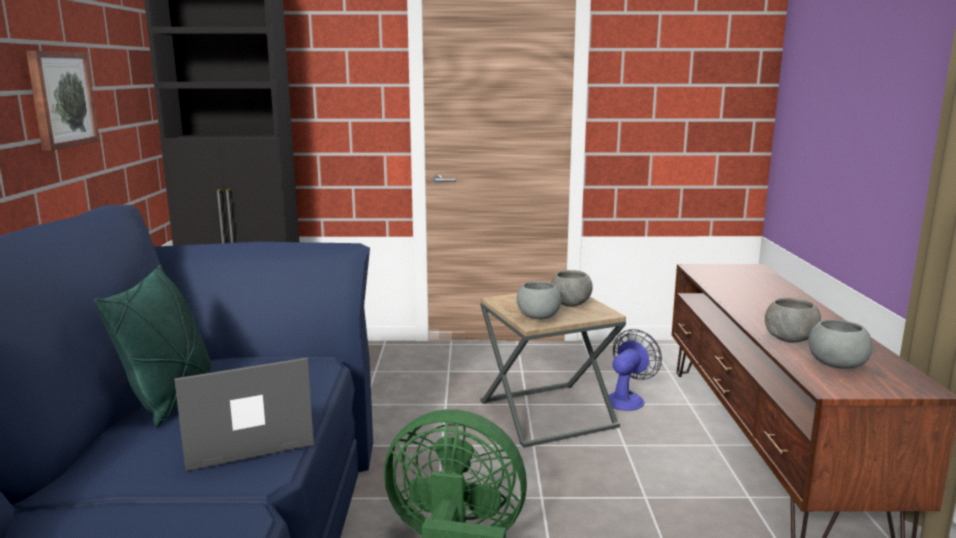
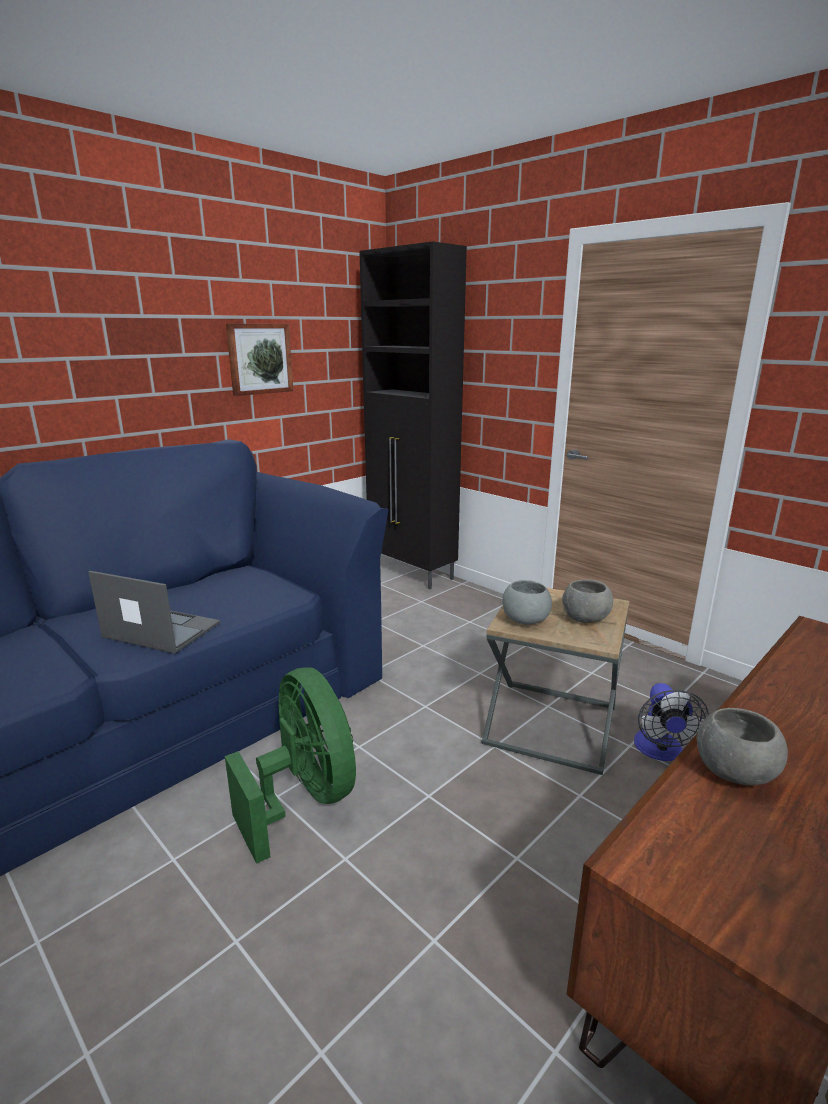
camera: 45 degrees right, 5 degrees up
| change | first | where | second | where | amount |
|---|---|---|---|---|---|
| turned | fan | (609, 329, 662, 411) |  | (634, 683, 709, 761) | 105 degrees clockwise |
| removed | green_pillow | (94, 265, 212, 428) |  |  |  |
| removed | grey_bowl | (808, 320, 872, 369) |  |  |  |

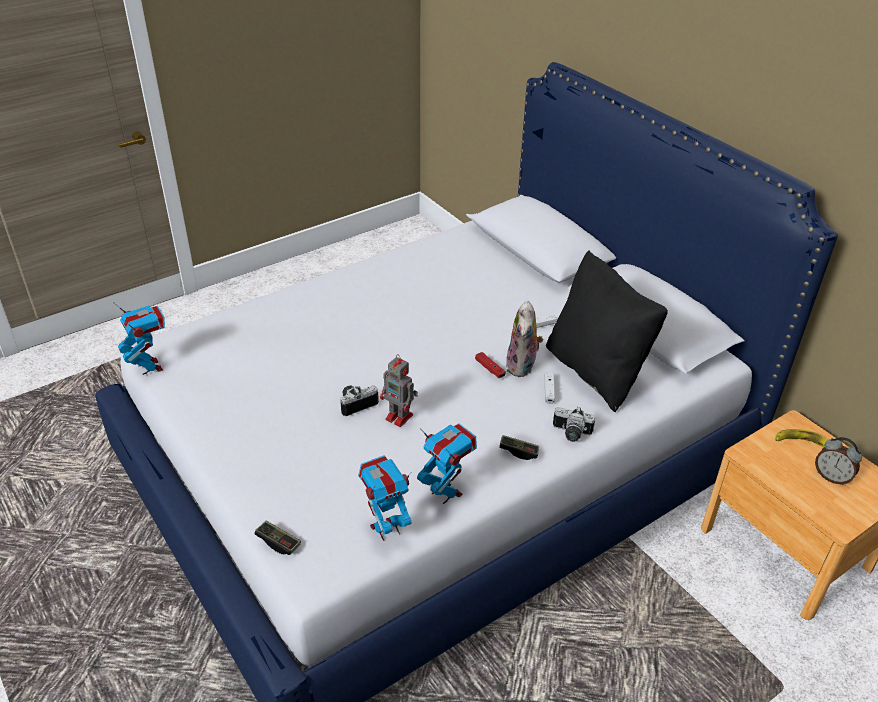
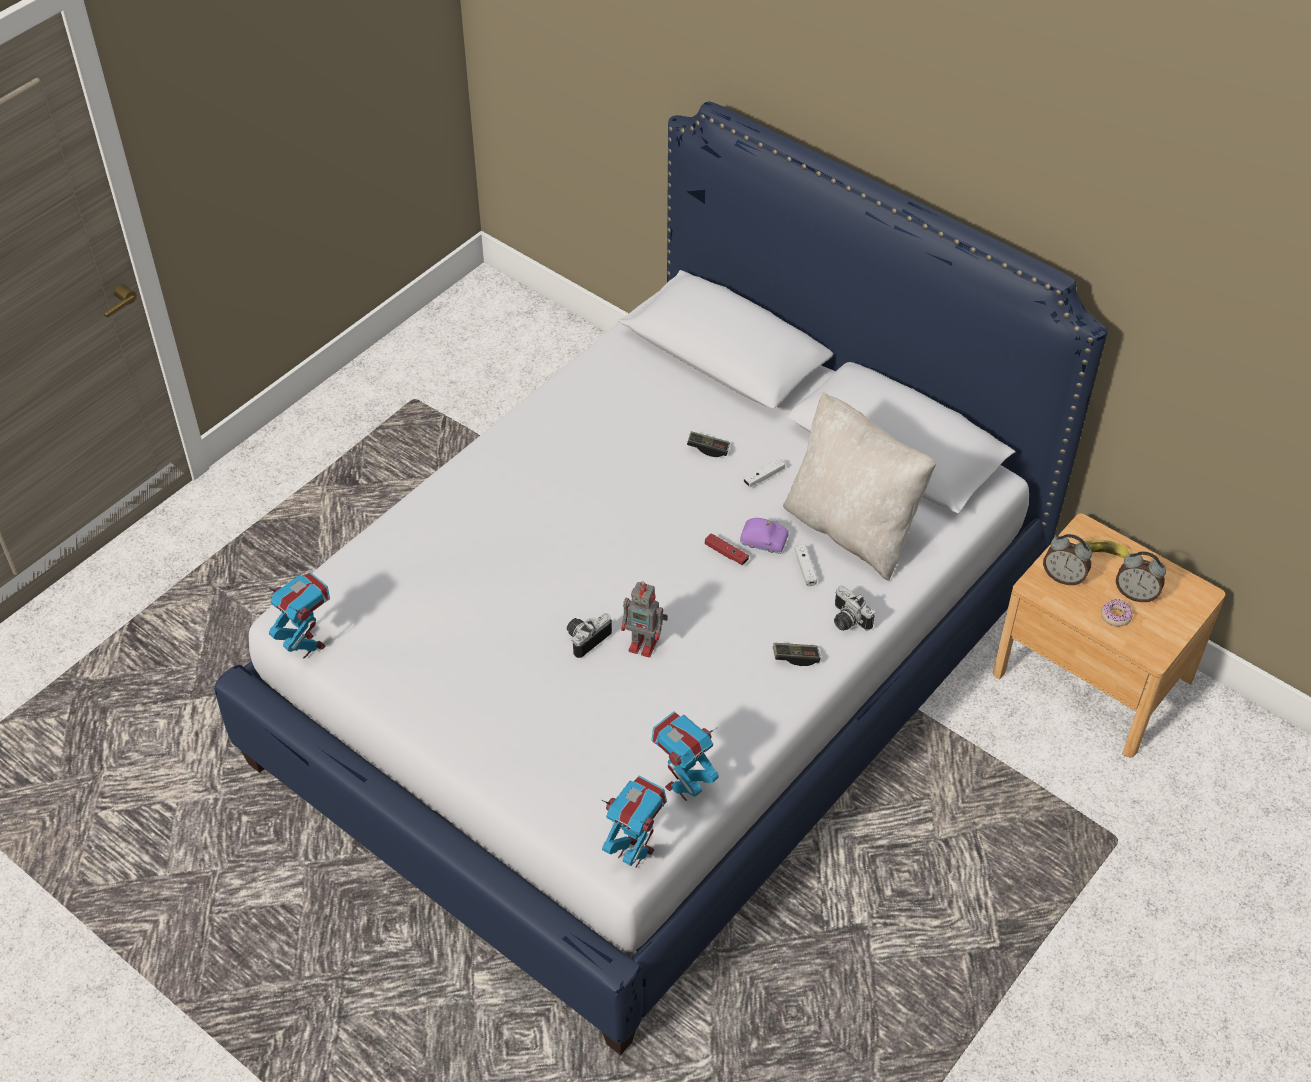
camera: 15 degrees left, 10 degrees up
| change | first | where | second | where | amount |
|---|---|---|---|---|---|
| moved | toy_robot | (417, 423, 477, 504) |  | (601, 775, 667, 868) |  |
| moved | game_controller | (255, 521, 301, 555) |  | (687, 431, 730, 457) |  |
| replaced | plush_toy | (506, 301, 543, 377) | purple_toy_car | (740, 518, 789, 554) |  |
| recoloured | black_pillow | (546, 250, 668, 413) | beige_pillow | (783, 391, 937, 581) |  |
| turned | photo_camera | (553, 407, 595, 442) |  | (834, 586, 875, 631) | 45 degrees clockwise |
| added |  |  | alarm_clock | (1043, 534, 1092, 585) |  |
| added |  |  | donut | (1101, 599, 1133, 627) |  |

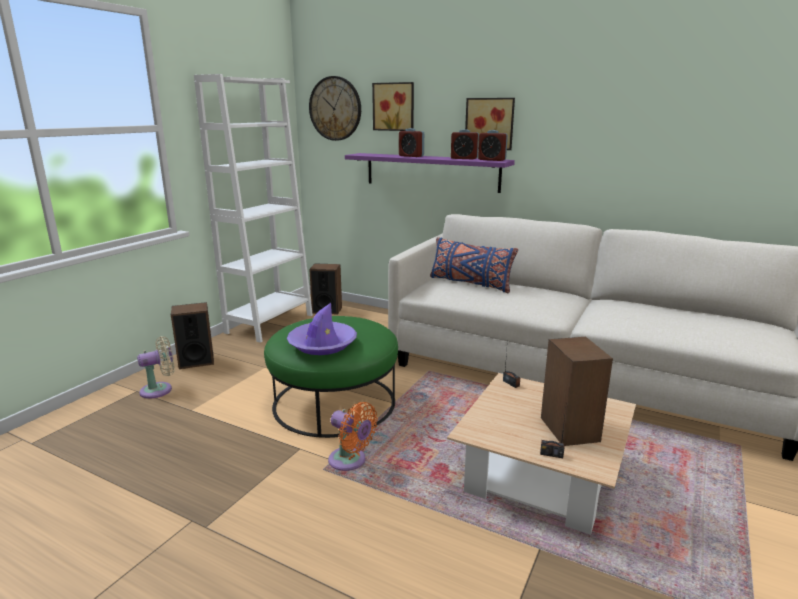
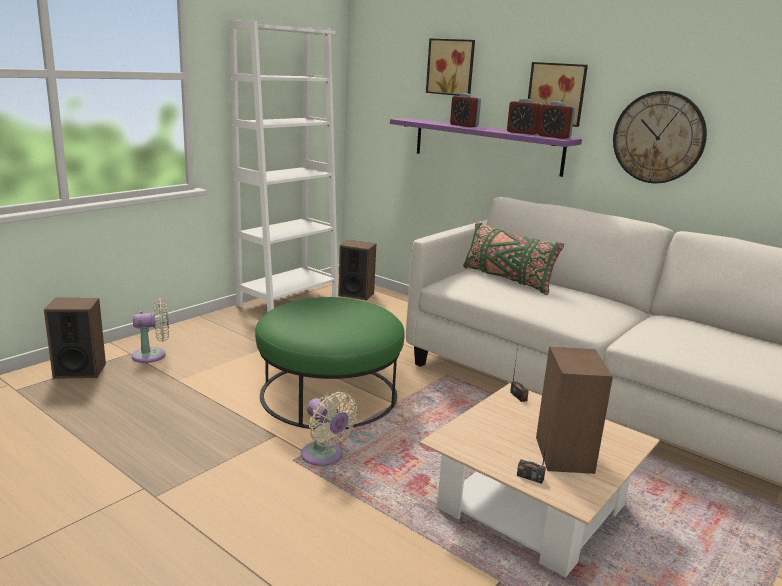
camera: 10 degrees right, 0 degrees up
| change | first | where | second | where | amount |
|---|---|---|---|---|---|
| moved | speaker | (171, 302, 214, 369) |  | (44, 298, 106, 379) |  |
| recoloured | orange_fan | (328, 402, 378, 471) | beige_fan | (301, 392, 358, 466) |  |
| recoloured | blue_pillow | (430, 237, 518, 293) | green_pillow | (463, 222, 564, 295) |  |
| moved | wall_clock | (309, 76, 361, 141) |  | (613, 91, 707, 183) |  |
| removed | purple_hat | (287, 303, 357, 355) |  |  |  |

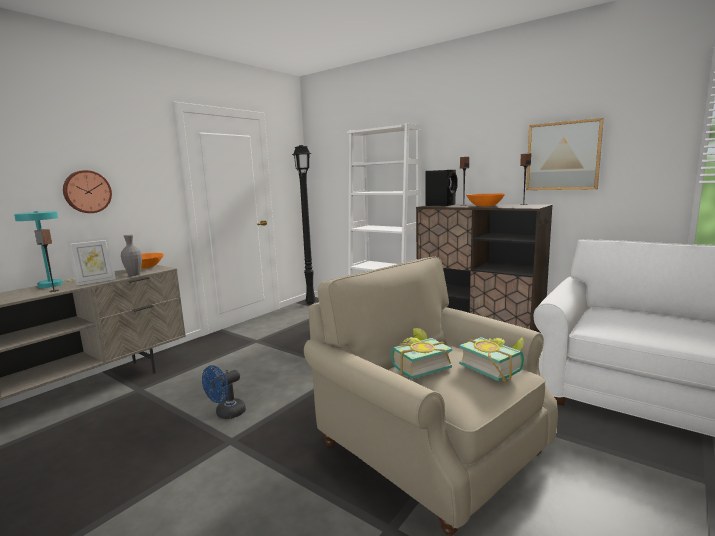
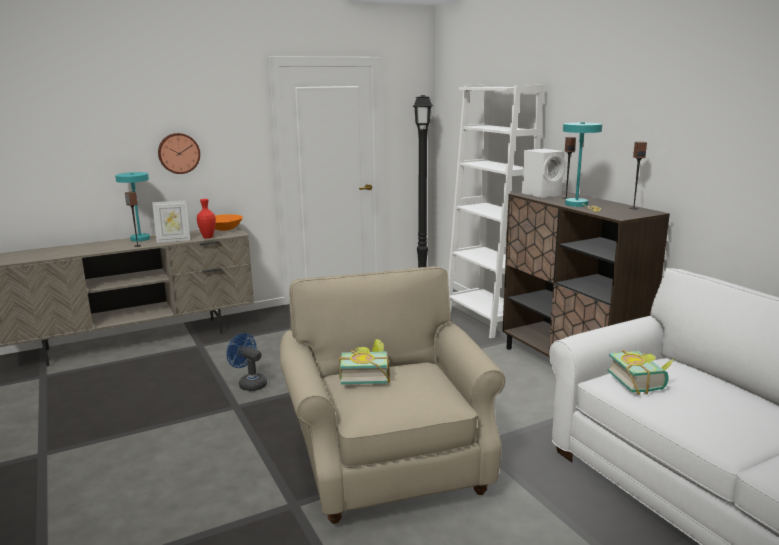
camera: 25 degrees right, 5 degrees up
| change | first | where | second | where | amount |
|---|---|---|---|---|---|
| recoloured | grey_vase | (121, 235, 142, 276) | red_vase | (197, 199, 216, 239) |  |
| turned | blue_fan | (202, 365, 246, 419) |  | (226, 333, 267, 391) | 60 degrees clockwise |
| recoloured | black_speaker | (426, 170, 458, 206) | white_speaker | (522, 149, 565, 198) |  |
| replaced | orange_bowl | (466, 193, 505, 207) | turquoise_table_lamp | (563, 122, 602, 212) |  |
| moved | book | (459, 337, 524, 382) |  | (608, 350, 675, 395) |  |
| removed | picture | (526, 118, 604, 190) |  |  |  |

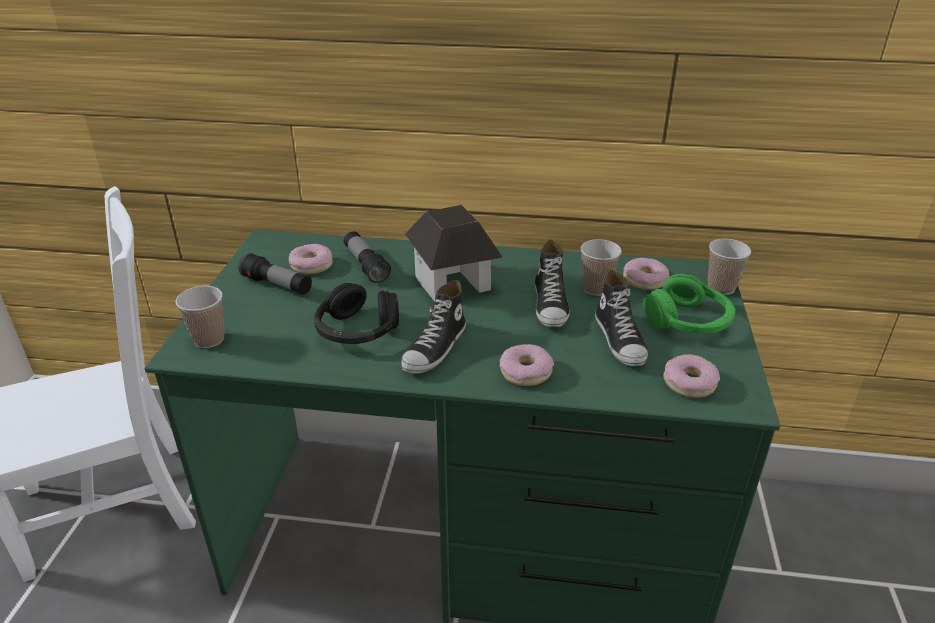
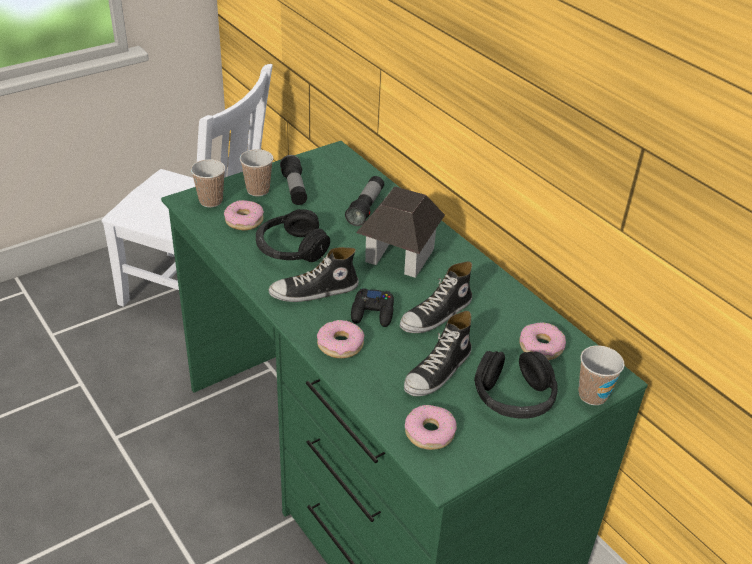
camera: 45 degrees right, 5 degrees up
| change | first | where | second | where | amount |
|---|---|---|---|---|---|
| moved | donut | (289, 244, 333, 274) |  | (224, 200, 264, 230) |  |
| moved | cup | (581, 239, 622, 296) |  | (240, 149, 273, 196) |  |
| added |  |  | black_game_controller | (351, 288, 394, 327) |  |
| recoloured | green_headphones | (643, 274, 735, 334) | black_headphones | (474, 351, 558, 419) |  |

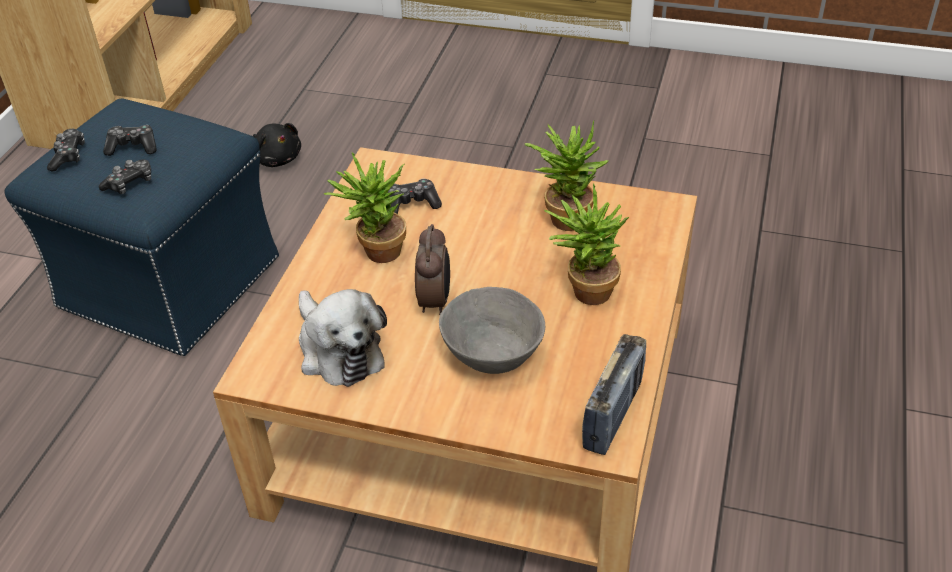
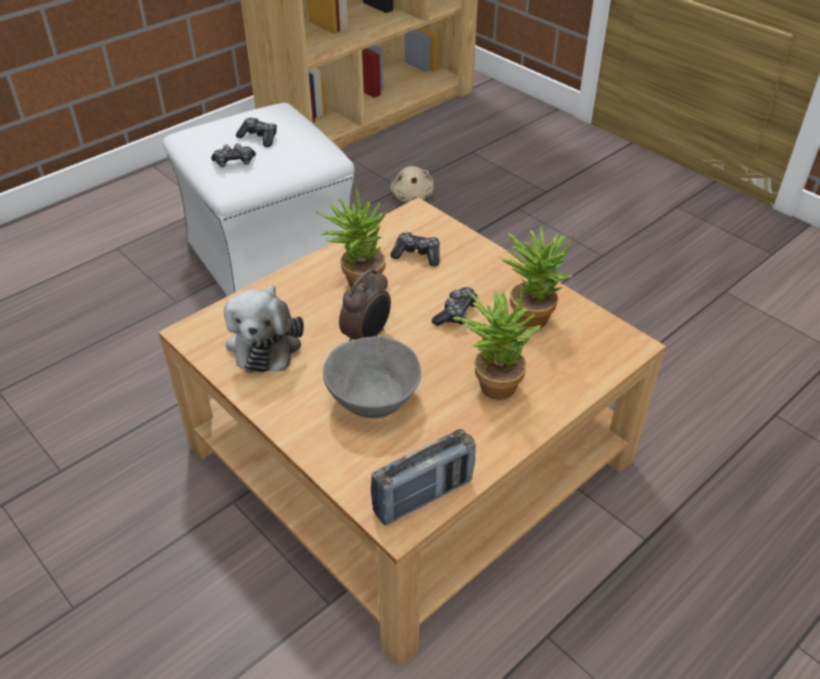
camera: 30 degrees right, 0 degrees up
| change | first | where | second | where | amount |
|---|---|---|---|---|---|
| recoloured | blue_ottoman | (4, 99, 279, 356) | white_ottoman | (163, 103, 354, 297) |  |
| recoloured | black_plush_toy | (253, 123, 301, 167) | beige_plush_toy | (390, 166, 434, 202) |  |
| moved | game_controller | (47, 129, 85, 171) |  | (431, 287, 479, 326) |  |

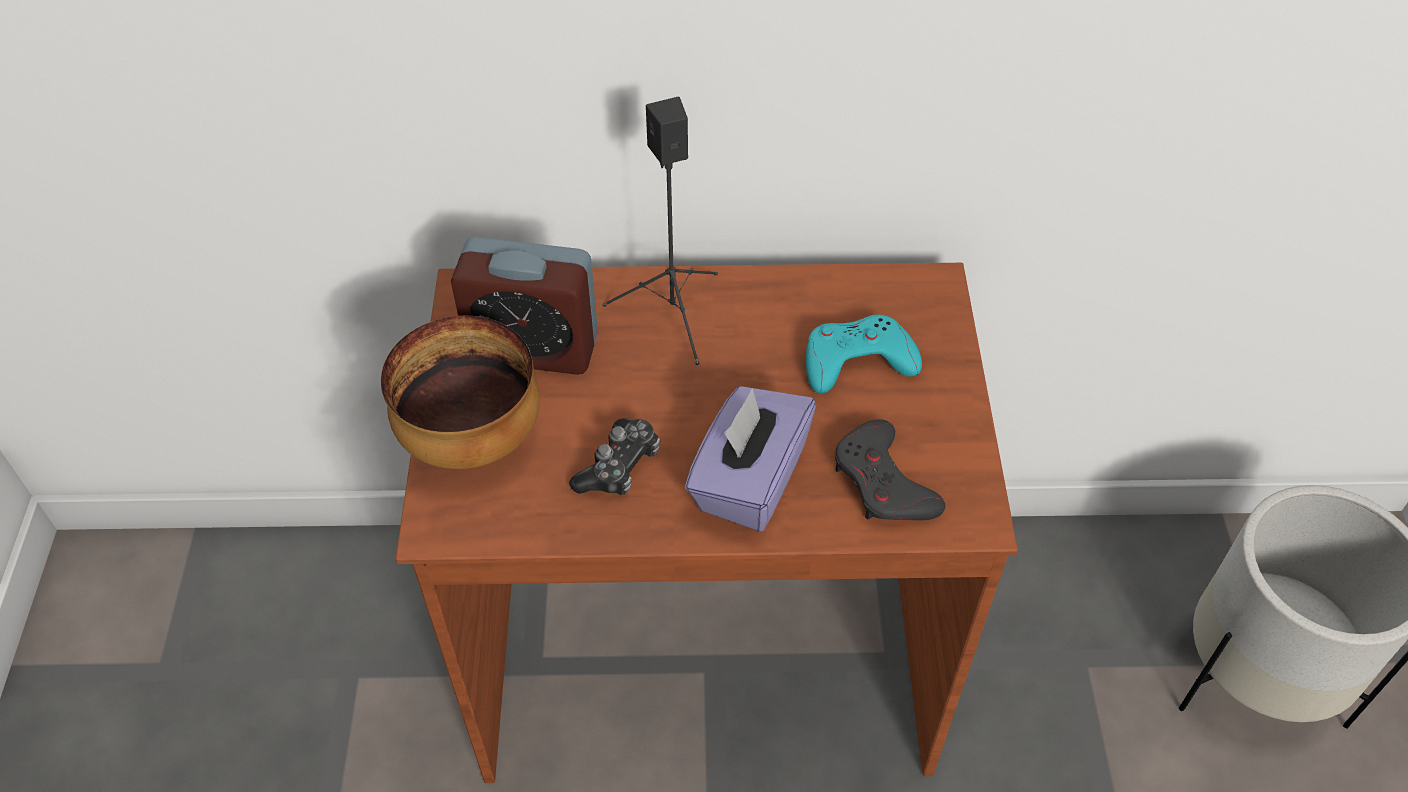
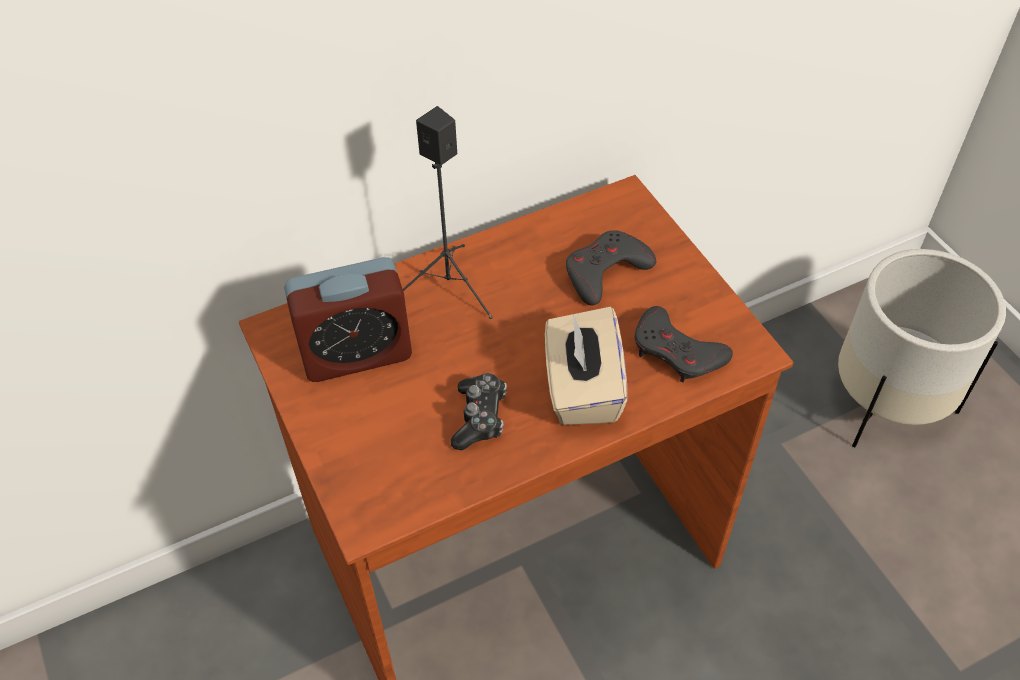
camera: 25 degrees left, 0 degrees up
| change | first | where | second | where | amount |
|---|---|---|---|---|---|
| recoloured | purple_tissue_box | (685, 386, 816, 531) | beige_tissue_box | (545, 307, 627, 425) |  |
| recoloured | turquoise_game_controller | (806, 315, 922, 393) | grey_game_controller | (566, 230, 656, 306) |  |
| removed | bowl | (381, 316, 540, 469) |  |  |  |

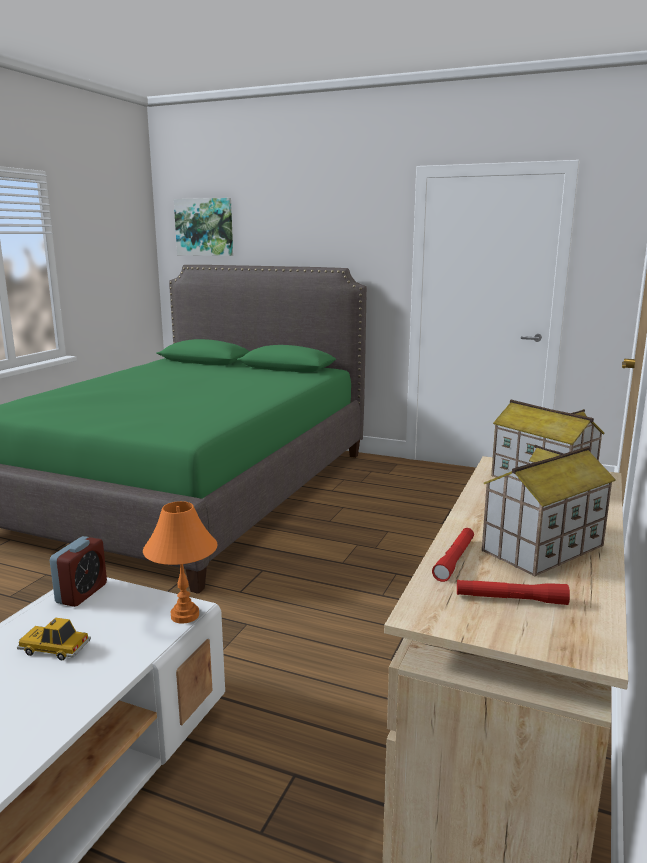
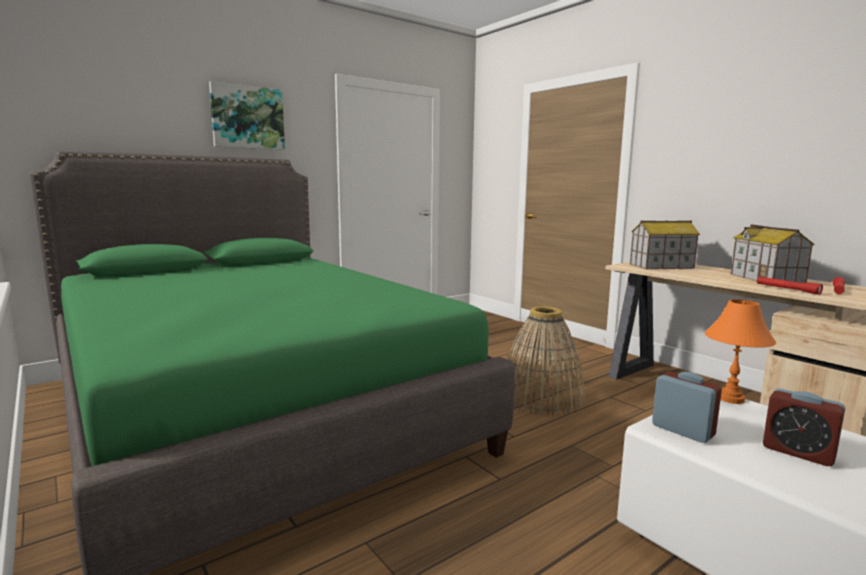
camera: 60 degrees left, 5 degrees down
| change | first | where | second | where | amount |
|---|---|---|---|---|---|
| moved | picture | (174, 198, 233, 256) |  | (209, 81, 285, 150) |  |
| added |  |  | basket | (506, 306, 585, 416) |  |
| replaced | toy_car | (17, 617, 91, 661) | alarm_clock | (763, 388, 845, 466) |  |

